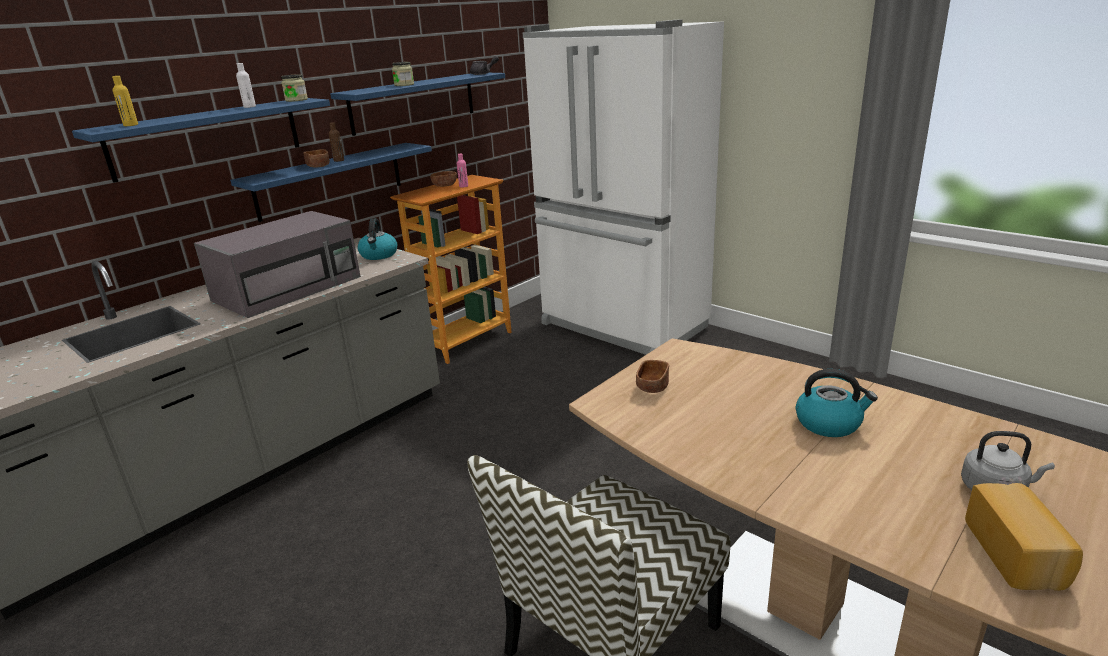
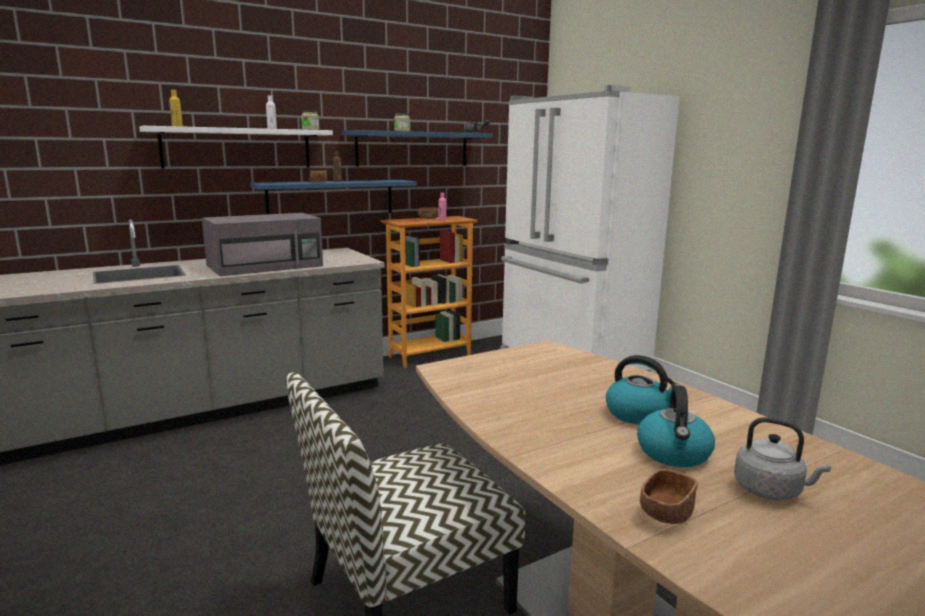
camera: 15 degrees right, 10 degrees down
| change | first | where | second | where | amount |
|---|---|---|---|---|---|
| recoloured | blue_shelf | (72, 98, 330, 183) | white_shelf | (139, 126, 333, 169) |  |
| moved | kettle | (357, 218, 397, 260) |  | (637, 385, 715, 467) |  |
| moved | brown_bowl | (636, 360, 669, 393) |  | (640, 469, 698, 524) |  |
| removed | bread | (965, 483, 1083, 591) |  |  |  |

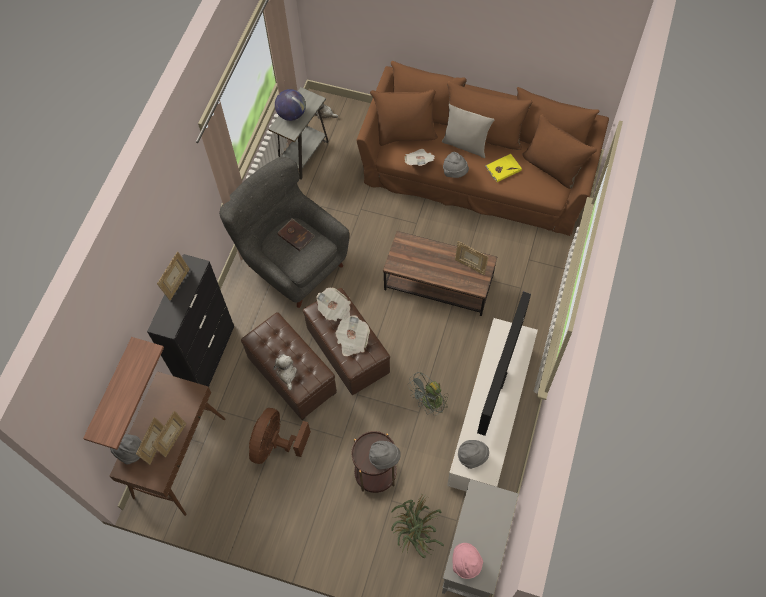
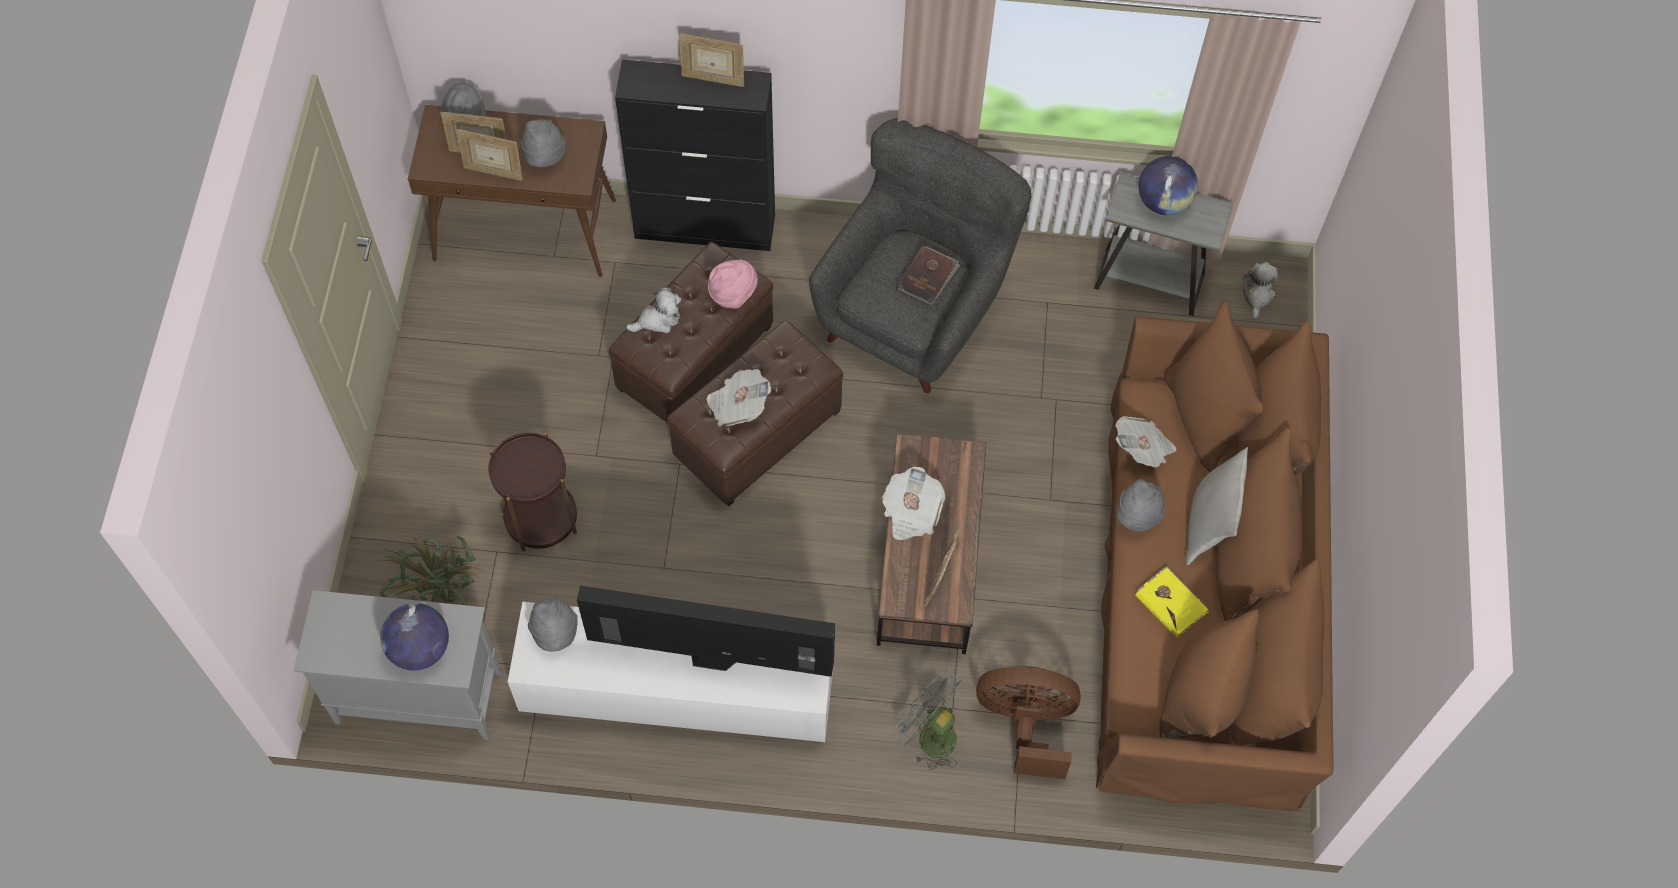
camera: 75 degrees right, 0 degrees up
| change | first | where | second | where | amount |
|---|---|---|---|---|---|
| added |  |  | globe | (380, 603, 449, 670) |  |
| moved | grey_hat | (369, 441, 401, 470) |  | (520, 119, 566, 167) |  |
| moved | pink_hat | (453, 543, 483, 579) |  | (708, 260, 758, 309) |  |
| moved | newspaper | (317, 288, 351, 322) |  | (882, 467, 945, 540) |  |
| moved | grey_fan | (407, 372, 449, 416) |  | (893, 671, 961, 770) |  |
| moved | brown_fan | (249, 408, 311, 464) |  | (976, 666, 1081, 779) |  |
| removed | shelf | (83, 337, 164, 450) |  |  |  |

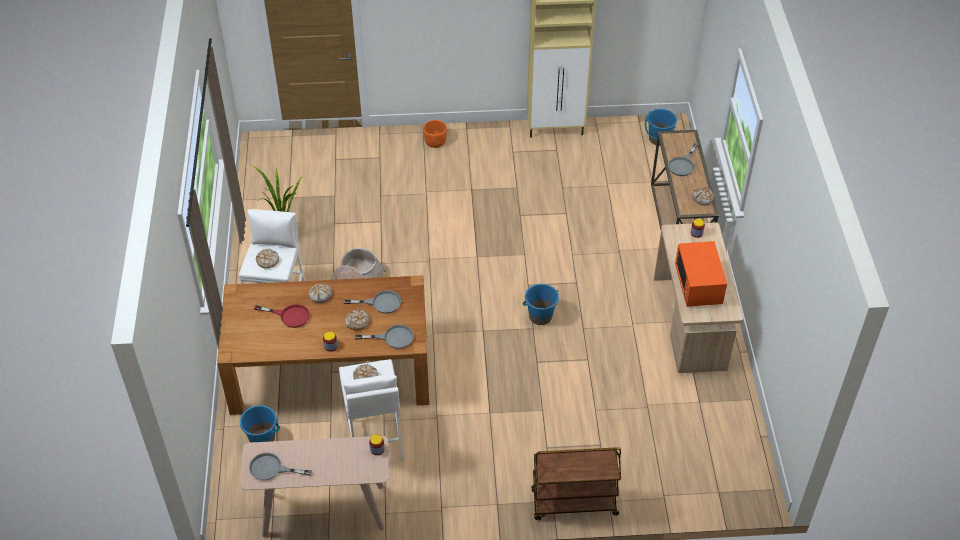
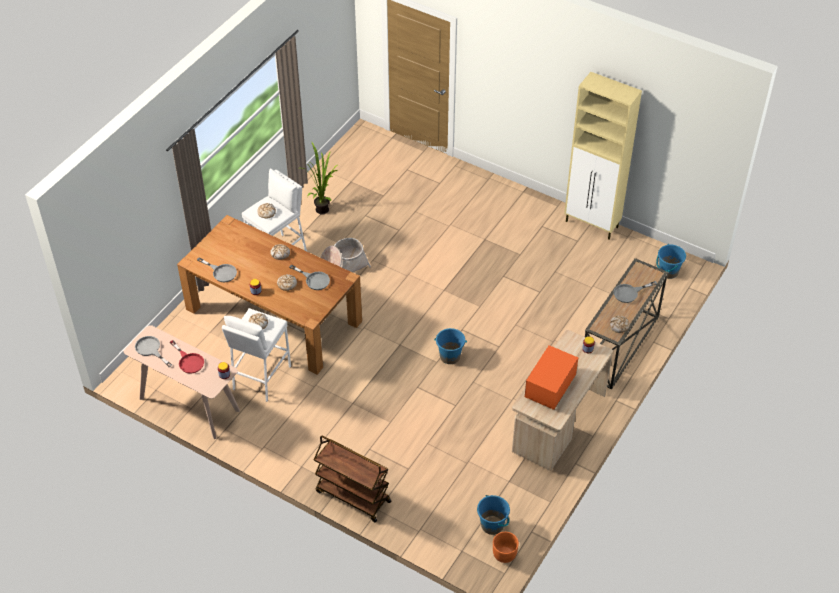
camera: 35 degrees right, 0 degrees up
| change | first | where | second | where | amount |
|---|---|---|---|---|---|
| moved | red_frying_pan | (254, 304, 310, 328) |  | (170, 340, 204, 374) |  |
| moved | grey_frying_pan | (355, 324, 414, 349) |  | (197, 257, 237, 282) |  |
| moved | blue_bucket | (240, 405, 280, 443) |  | (477, 495, 510, 535) |  |
| moved | orange_planter | (423, 120, 447, 148) |  | (493, 532, 519, 563) |  |

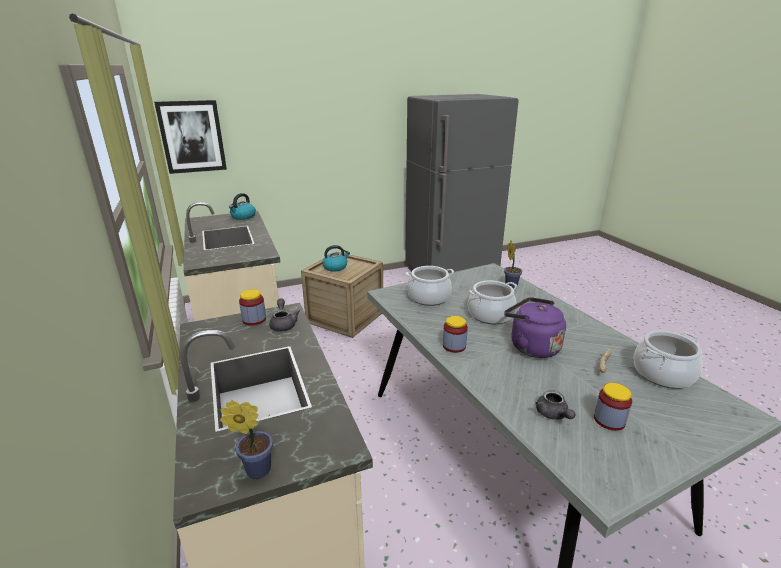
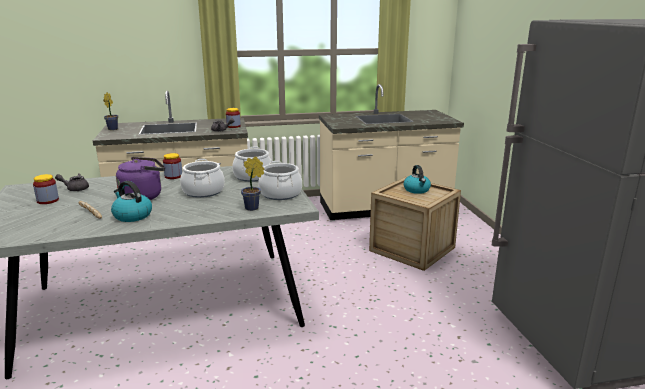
camera: 100 degrees right, 5 degrees down
| change | first | where | second | where | amount |
|---|---|---|---|---|---|
| moved | kettle | (229, 193, 256, 220) |  | (111, 181, 152, 222) |  |
| moved | cooking_pot | (634, 331, 702, 389) |  | (258, 161, 302, 200) |  |
| removed | picture | (154, 100, 227, 174) |  |  |  |

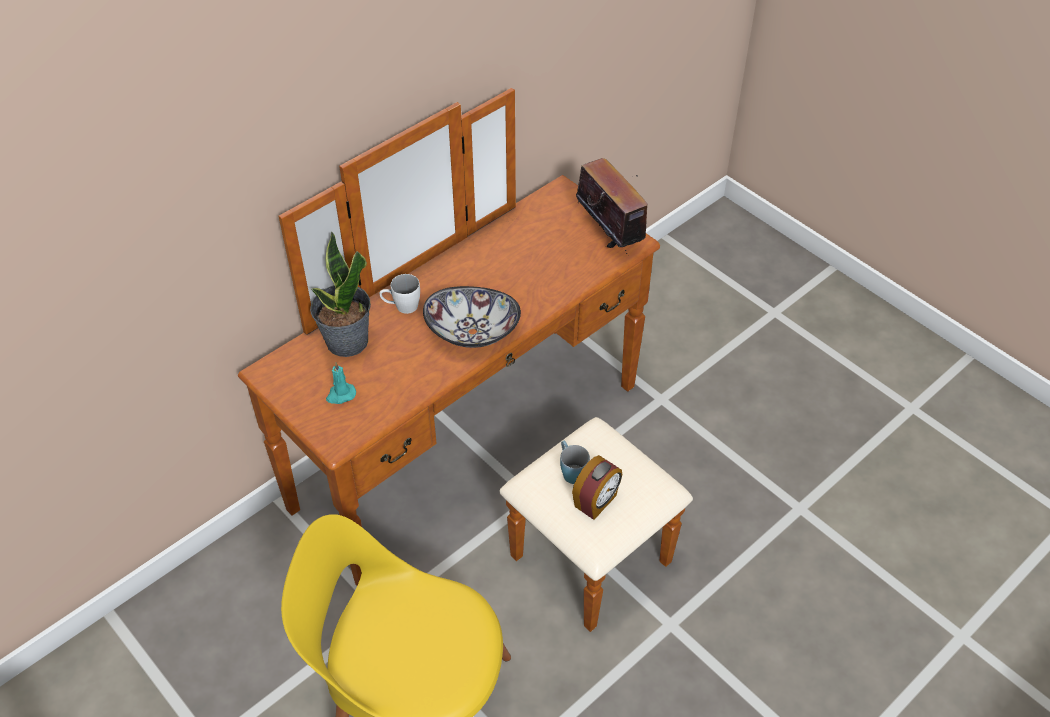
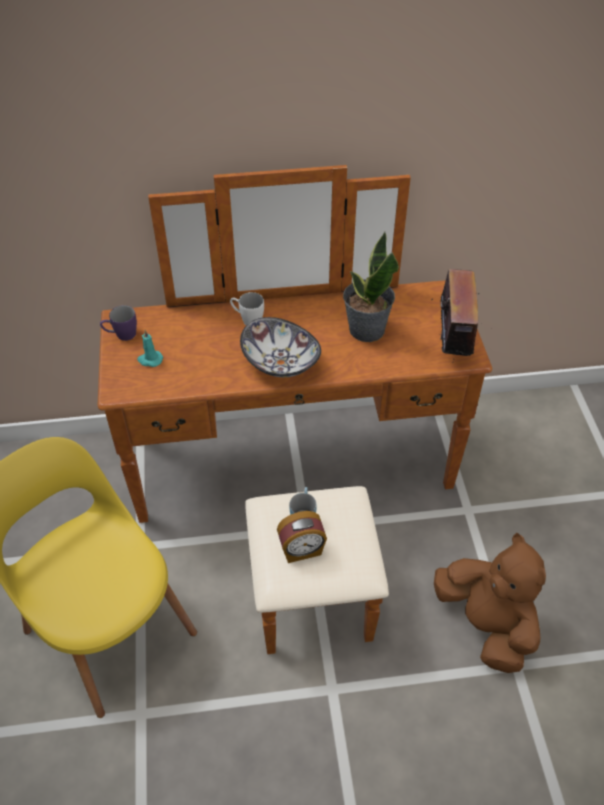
camera: 35 degrees right, 0 degrees up
| change | first | where | second | where | amount |
|---|---|---|---|---|---|
| added |  |  | purple_mug | (100, 305, 137, 341) |  |
| moved | potted_plant | (310, 231, 371, 357) |  | (343, 232, 399, 342) |  |
| added |  |  | brown_plush_toy | (434, 533, 546, 673) |  |

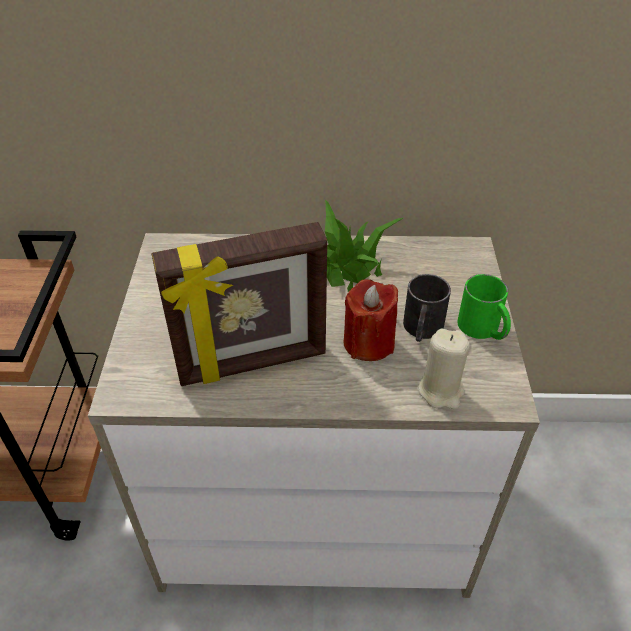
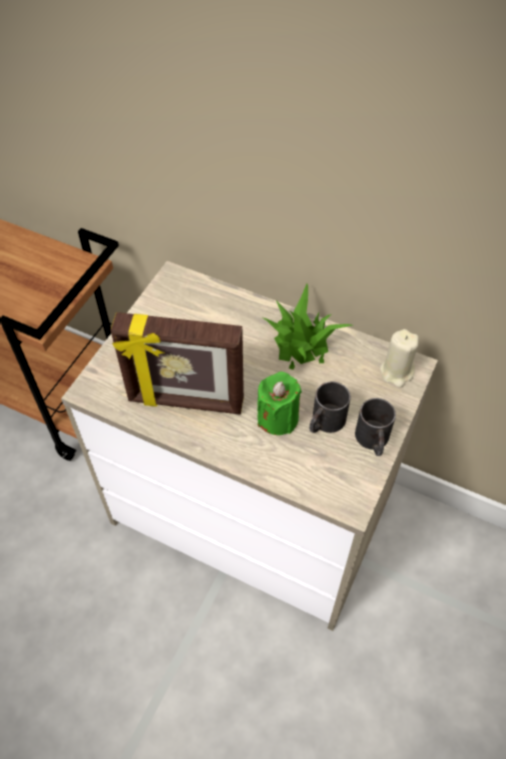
camera: 25 degrees right, 10 degrees up
| change | first | where | second | where | amount |
|---|---|---|---|---|---|
| recoloured | red_candle | (344, 279, 398, 361) | green_candle | (257, 372, 302, 435) |  |
| recoloured | green_mug | (457, 274, 511, 340) | black_mug | (355, 398, 396, 456) |  |
| moved | beige_candle | (418, 329, 470, 409) |  | (380, 329, 419, 388) |  |

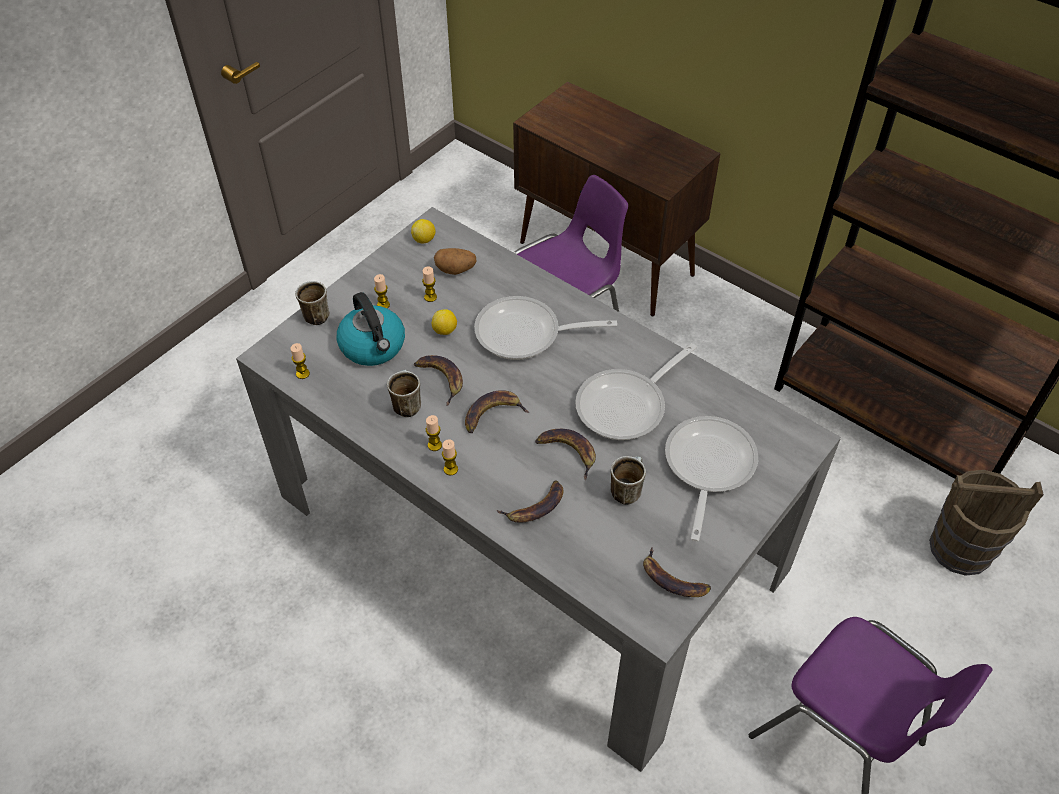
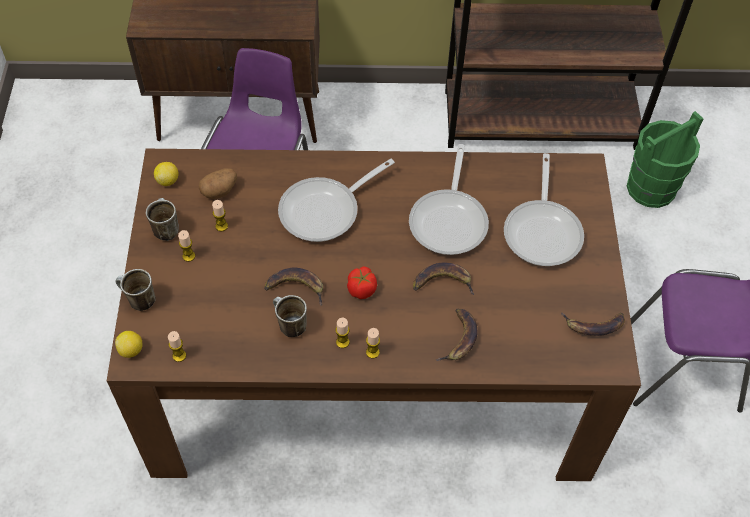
camera: 40 degrees left, 5 degrees up
| change | first | where | second | where | amount |
|---|---|---|---|---|---|
| recoloured | grey_dining_table | (236, 207, 841, 772) | brown_dining_table | (107, 149, 641, 481) |  |
| moved | lemon | (432, 309, 457, 335) |  | (115, 331, 143, 358) |  |
| moved | mug | (611, 456, 646, 505) |  | (146, 198, 179, 241) |  |
| replaced | banana | (465, 390, 530, 434) | tomato | (347, 266, 377, 299) |  |
| turned | frying_pan | (665, 416, 758, 541) |  | (504, 153, 584, 266) | 150 degrees counterclockwise |
| recoloured | brown_bucket | (929, 470, 1044, 576) | green_bucket | (627, 111, 703, 208) |  |
| removed | kettle | (337, 292, 405, 366) |  |  |  |

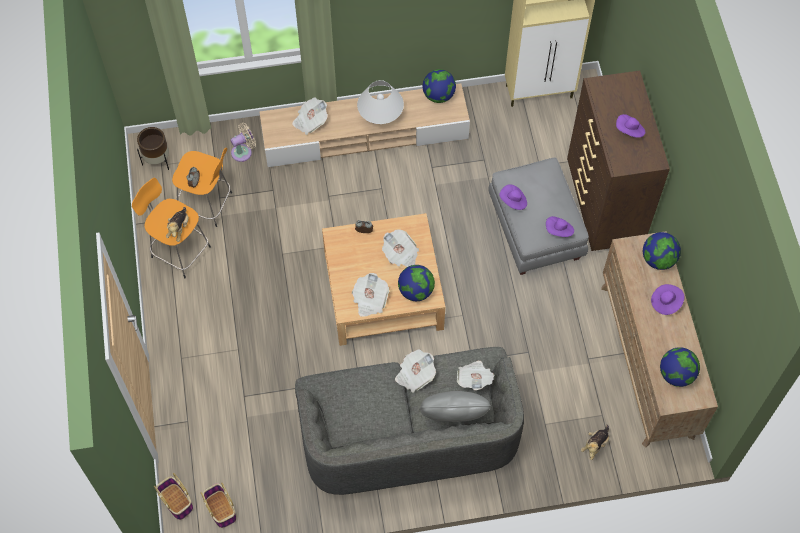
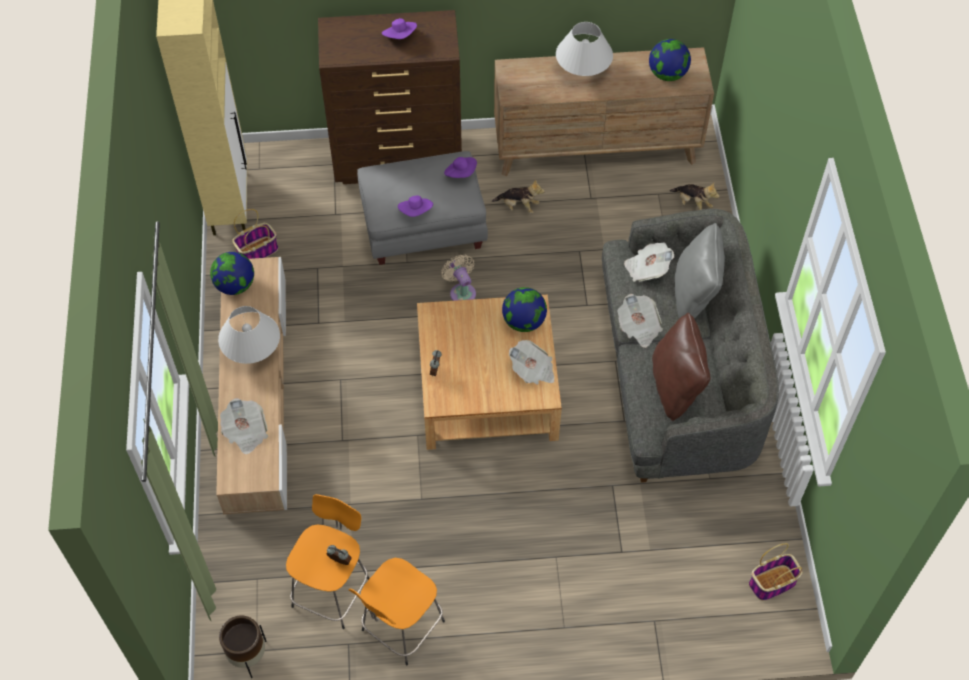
camera: 85 degrees left, 5 degrees down
| change | first | where | second | where | amount |
|---|---|---|---|---|---|
| moved | basket | (154, 473, 193, 520) |  | (232, 209, 278, 259) |  |
| moved | beige_fan | (230, 123, 256, 162) |  | (441, 254, 476, 301) |  |
| moved | plush_toy | (166, 207, 189, 242) |  | (492, 179, 545, 214) |  |
| replaced | purple_hat | (651, 284, 684, 315) | white_table_lamp | (556, 22, 613, 76) |  |
| added |  |  | brown_pillow | (652, 313, 710, 421) |  |
| removed | newspaper | (382, 229, 419, 267) |  |  |  |
| removed | globe | (643, 232, 681, 270) |  |  |  |

